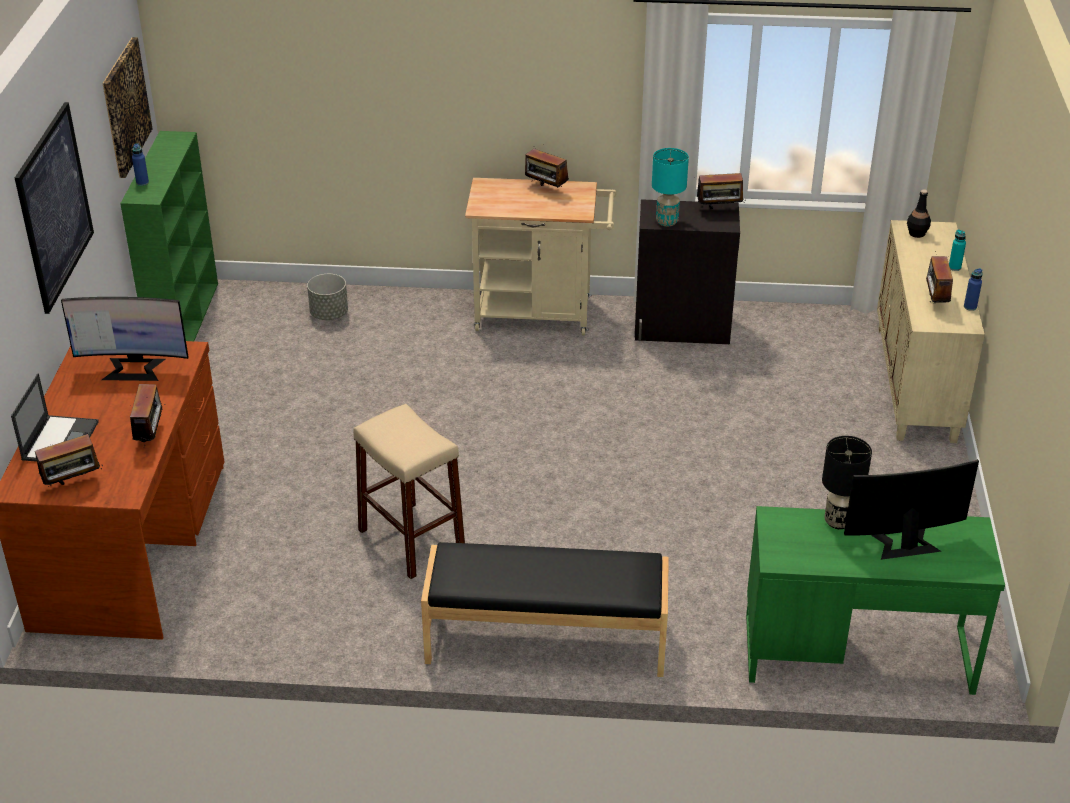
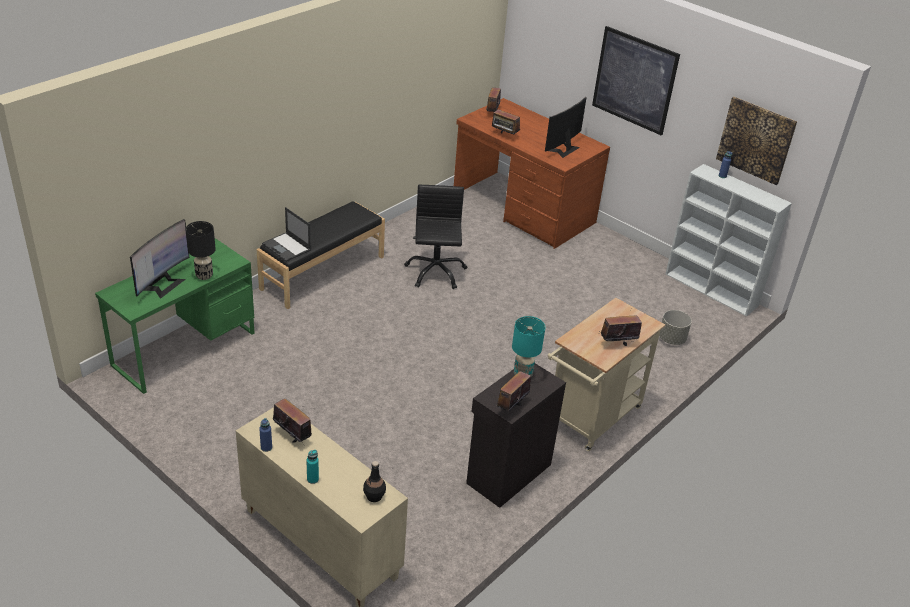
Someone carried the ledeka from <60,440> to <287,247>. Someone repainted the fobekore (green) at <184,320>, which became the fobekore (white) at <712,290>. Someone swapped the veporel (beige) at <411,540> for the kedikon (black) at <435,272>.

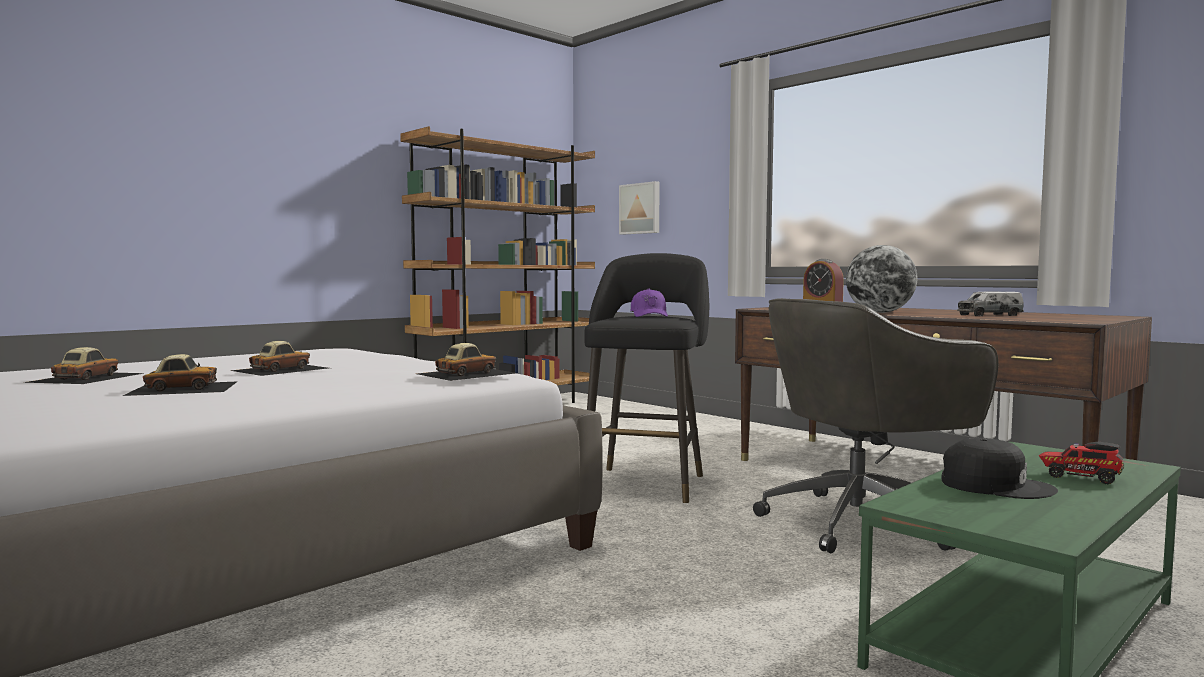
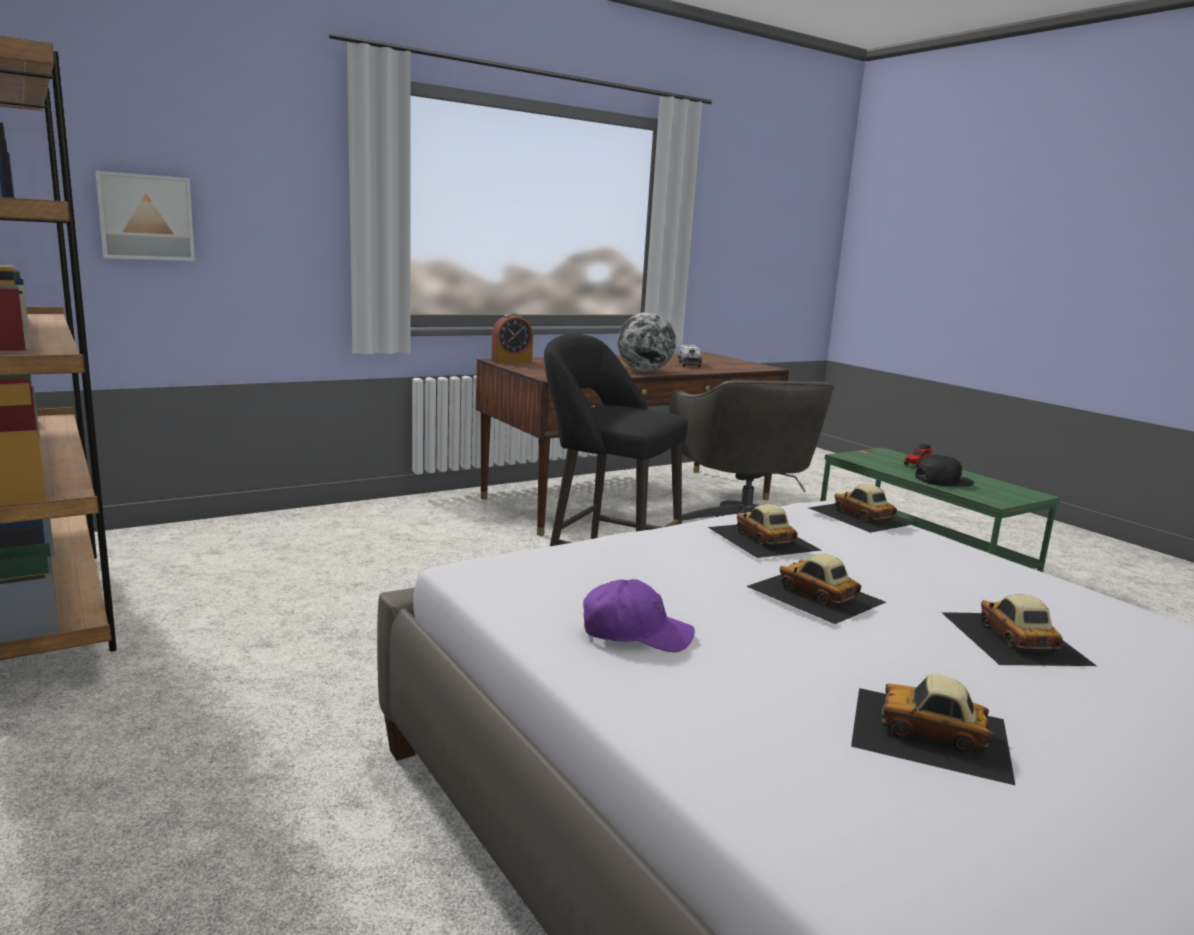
Someone carried the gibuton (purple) from <649,315> to <635,633>. Someone rotated the gibuton (black) at <995,485> by 45 degrees clockwise. Someone put down the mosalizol at <763,538>.

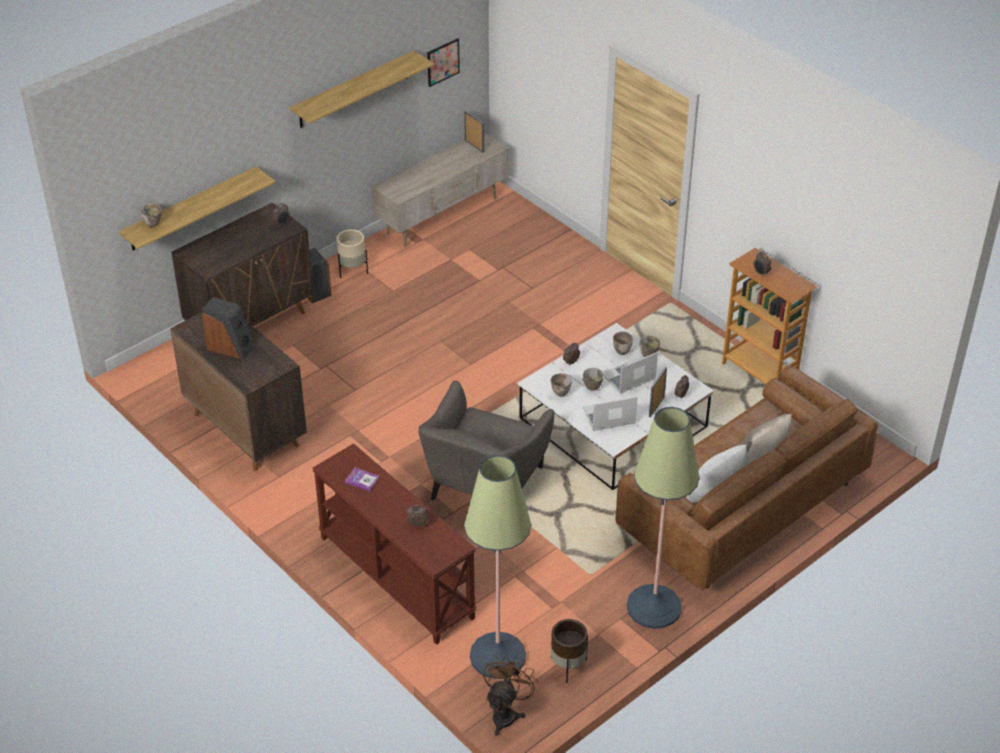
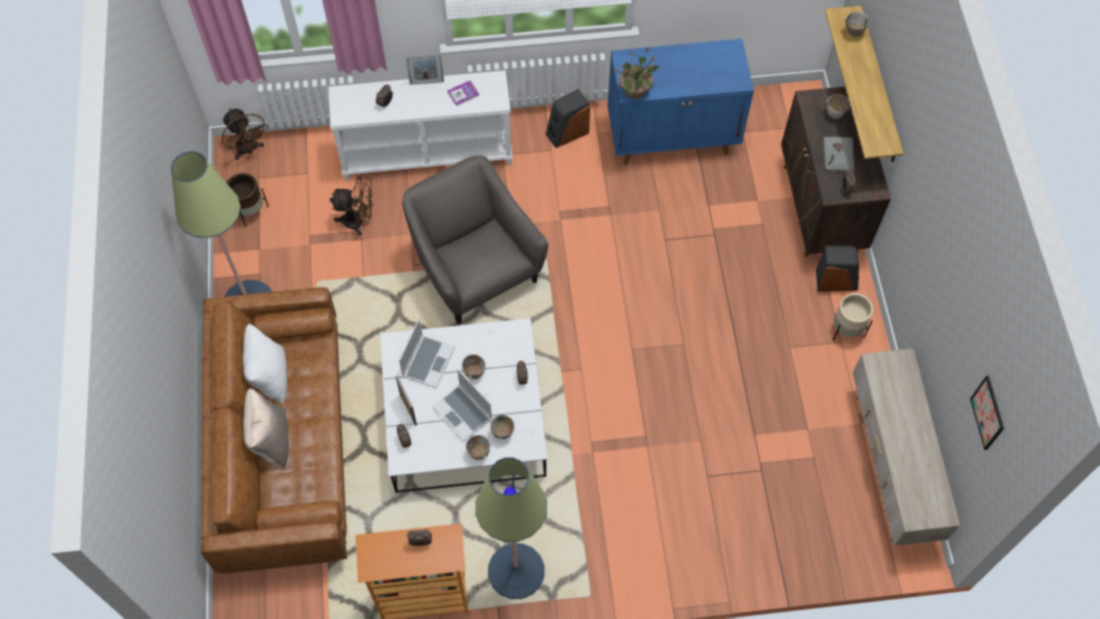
Someone repainted the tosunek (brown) at <245,429>, which became the tosunek (blue) at <673,137>. Someone carried the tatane from <230,347> to <567,132>. Someone took away the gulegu at <353,90>. Someone repainted the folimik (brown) at <395,577>, which became the folimik (white) at <427,153>. Someone carried the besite from <474,146> to <426,82>. Someone carried the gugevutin from <497,656> to <516,571>. Someone carried the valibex from <561,393> to <835,115>. Someone rotated the ledeka at <628,378> by 135 degrees clockwise. Someone put down the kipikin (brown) at <359,221>. Someone put down the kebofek at <635,90>. Someone put down the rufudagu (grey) at <838,156>.

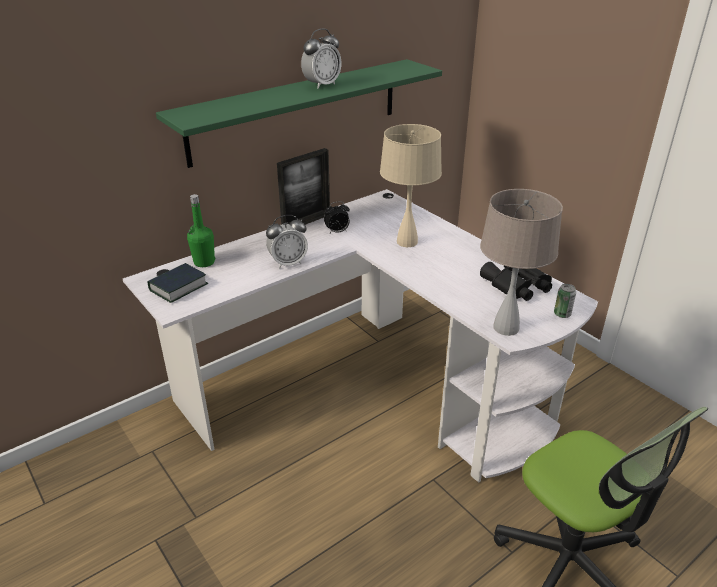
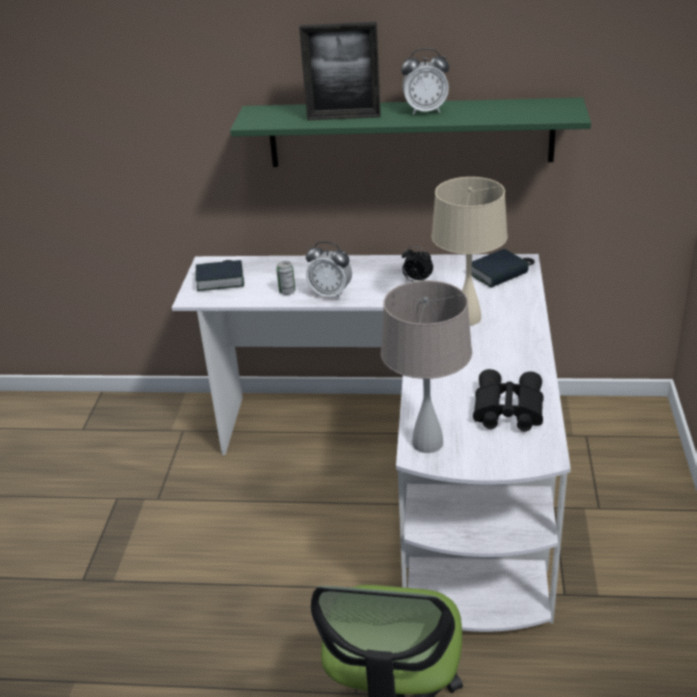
Someone took away the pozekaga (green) at <204,262>. Someone carried the besite from <306,222> to <343,117>. Someone carried the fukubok from <562,314> to <287,291>. Someone put down the rufudagu at <498,273>.

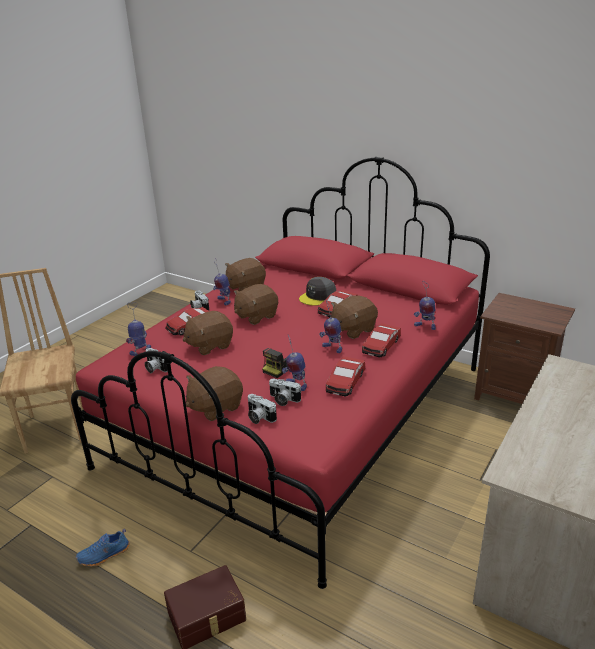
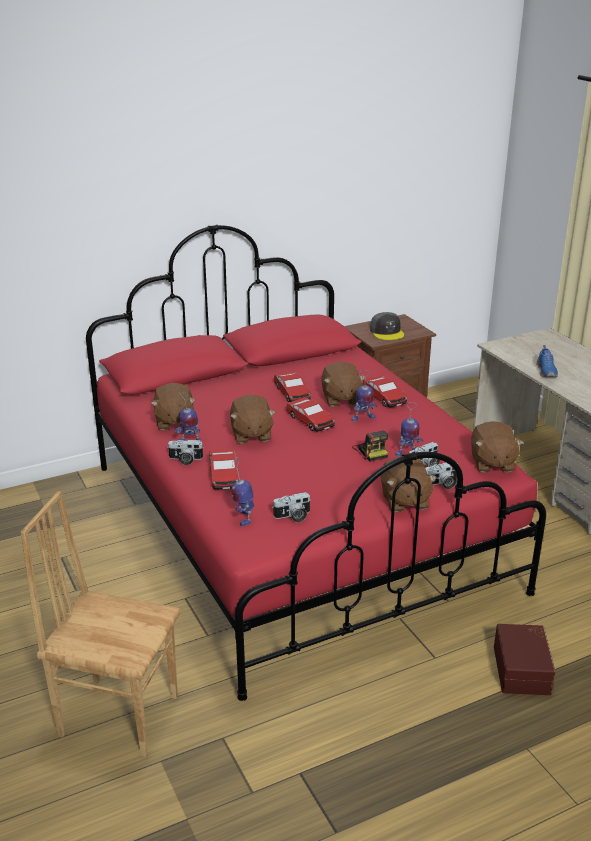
Someone carried the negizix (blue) from <104,555> to <547,371>. Someone carried the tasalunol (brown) from <209,345> to <492,463>. Someone carried the gibuton (grey) from <318,297> to <387,332>. Someone carried the mosalizol from <345,382> to <310,420>. Someone took away the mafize at <424,326>.

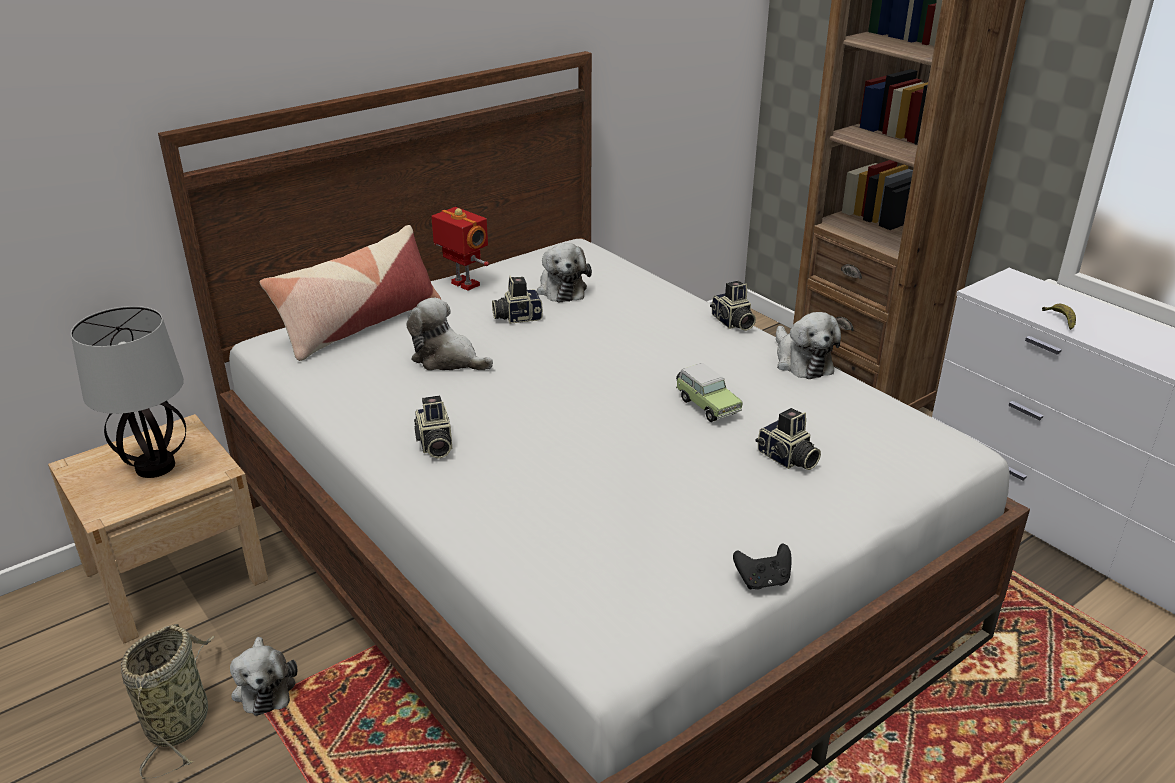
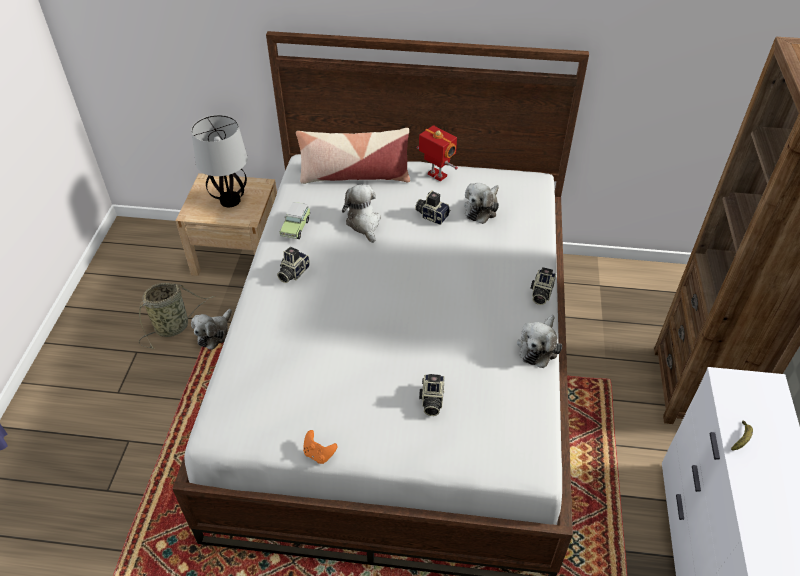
Someone rotated the mafize at <463,285> by 45 degrees counterclockwise. Someone carried the mosalizol from <706,405> to <296,227>. Someone repainted the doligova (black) at <763,581>, which became the doligova (orange) at <319,454>.

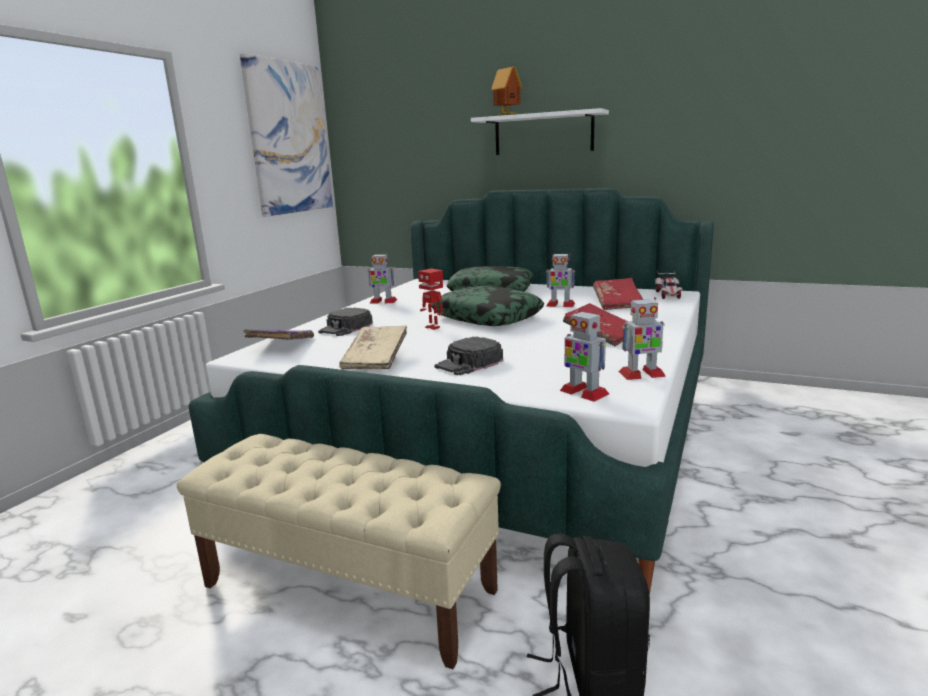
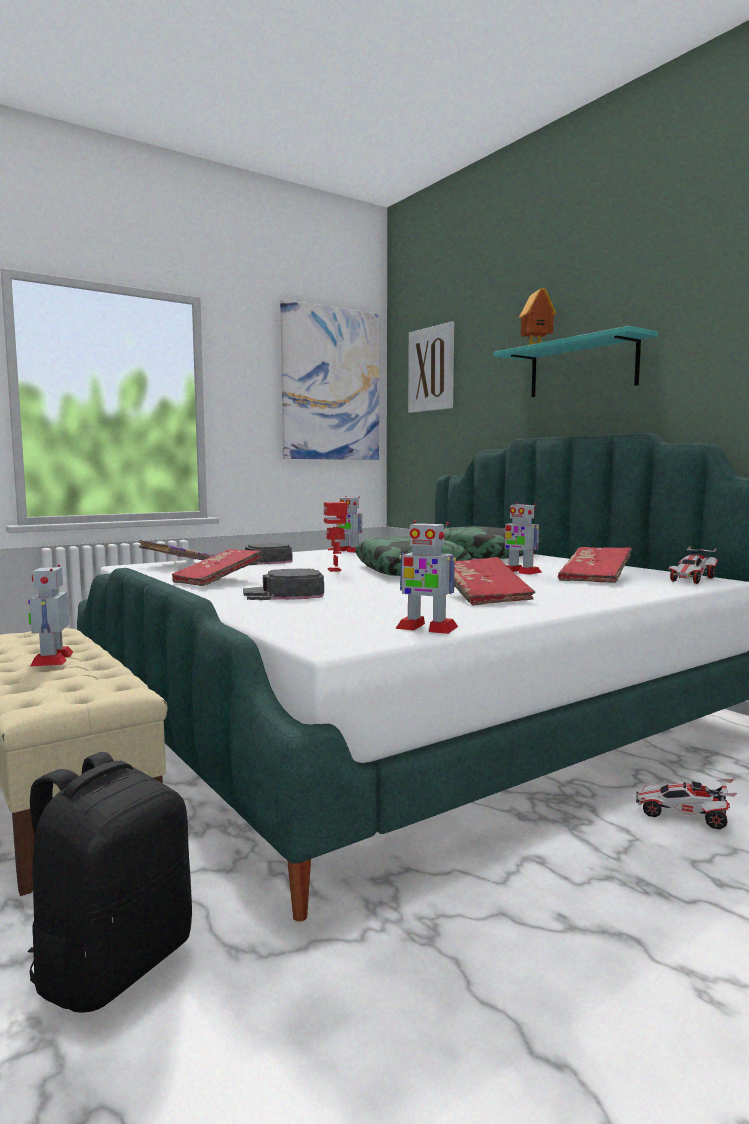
Someone repainted the rufudagu (beige) at <376,359>, which became the rufudagu (red) at <217,581>. Someone repainted the gulegu (white) at <543,134>, which became the gulegu (turquoise) at <582,368>. Someone carried the mafize from <583,392> to <52,659>. Someone put up the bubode at <431,369>. Someone put down the mosalizol at <683,816>.

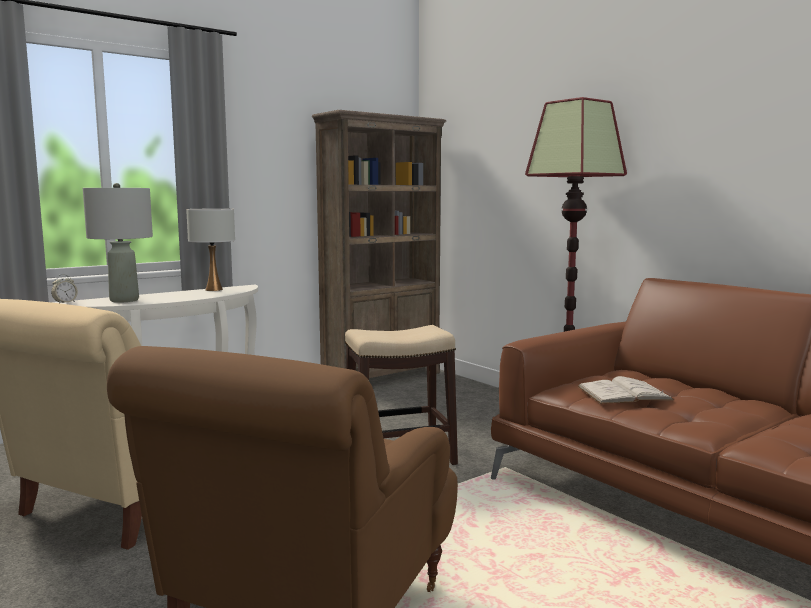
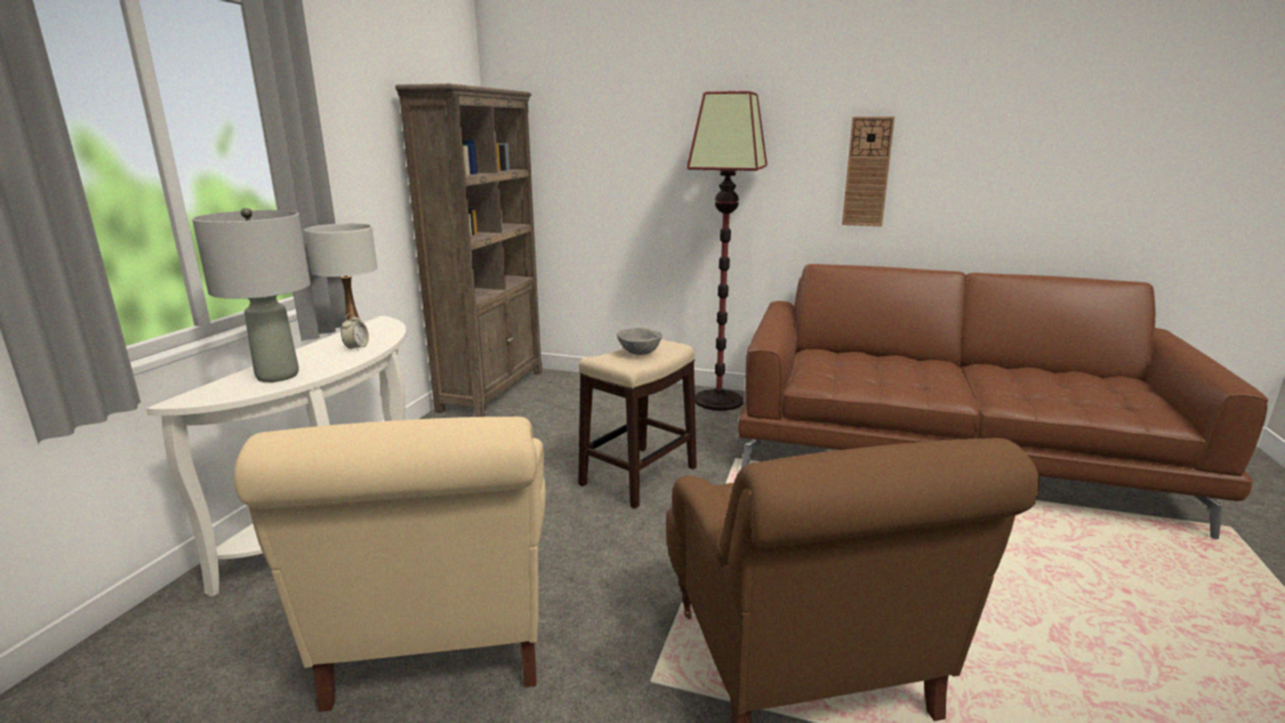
Someone carried the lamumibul from <65,303> to <357,348>. Someone took away the rufudagu (white) at <624,393>. Someone put down the valibex (grey) at <639,353>. Someone put up the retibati at <867,172>.

